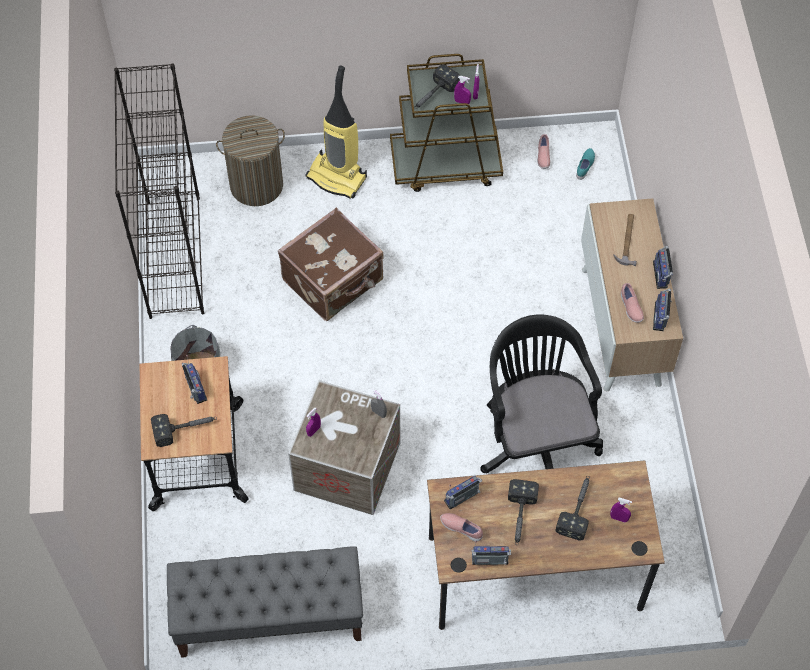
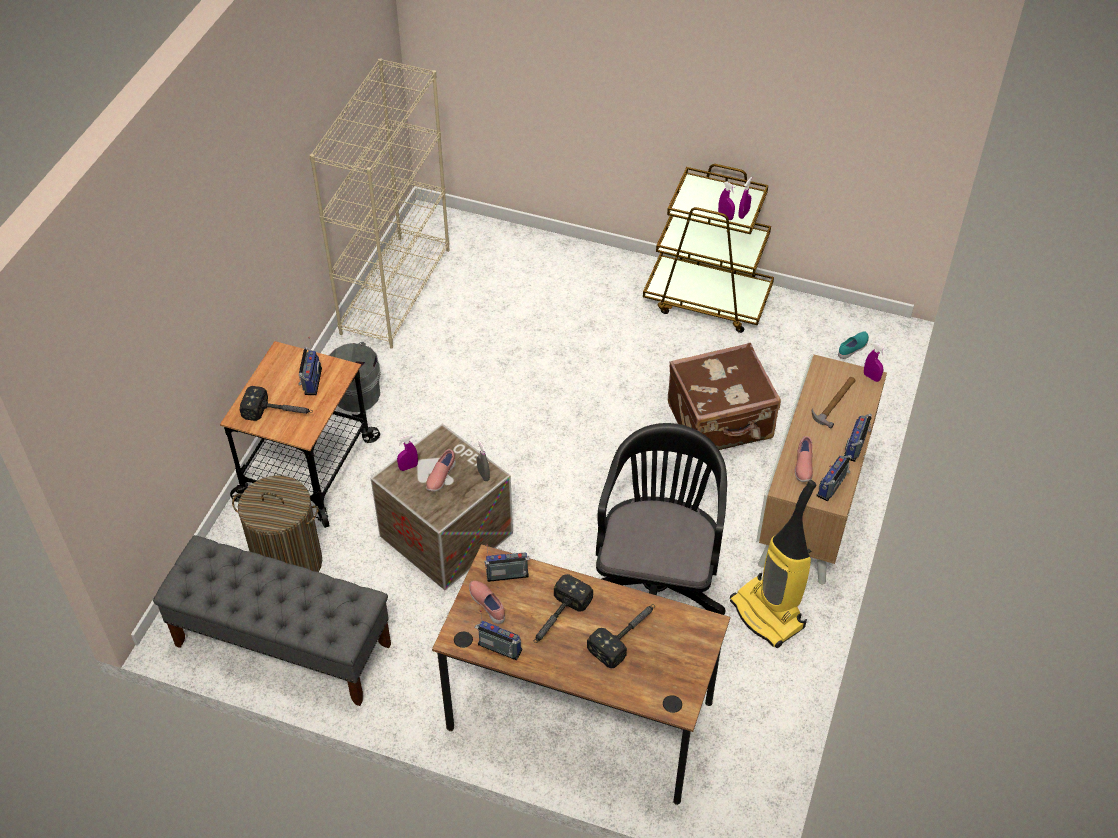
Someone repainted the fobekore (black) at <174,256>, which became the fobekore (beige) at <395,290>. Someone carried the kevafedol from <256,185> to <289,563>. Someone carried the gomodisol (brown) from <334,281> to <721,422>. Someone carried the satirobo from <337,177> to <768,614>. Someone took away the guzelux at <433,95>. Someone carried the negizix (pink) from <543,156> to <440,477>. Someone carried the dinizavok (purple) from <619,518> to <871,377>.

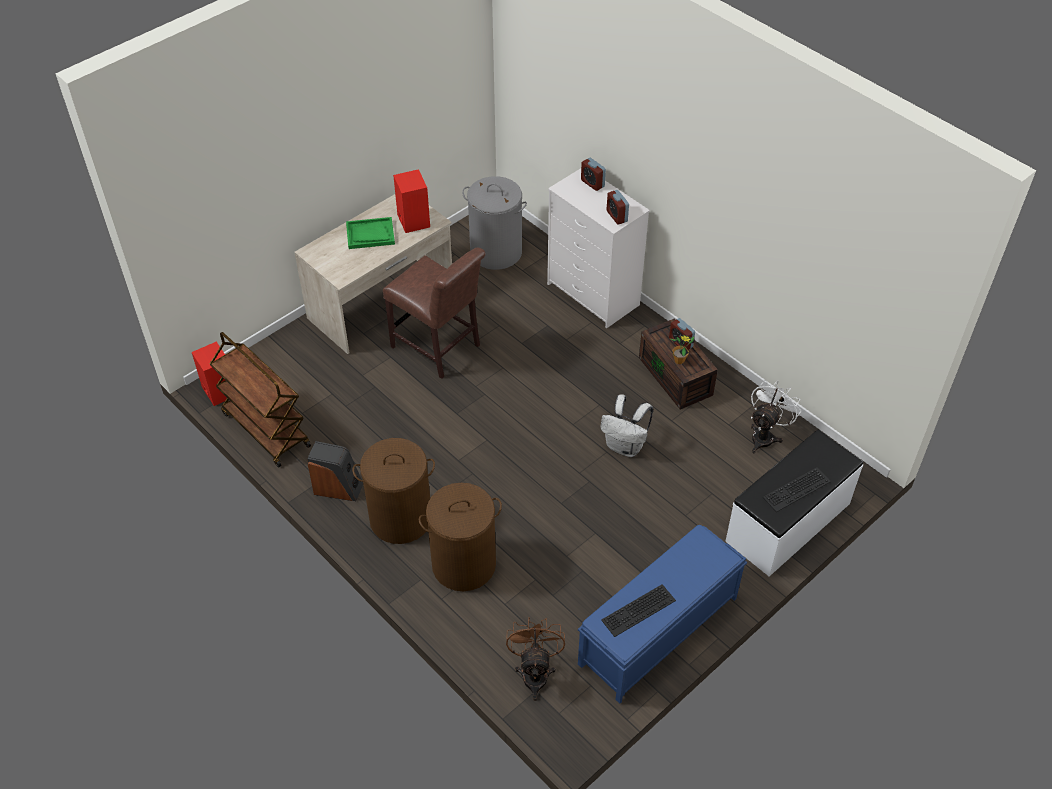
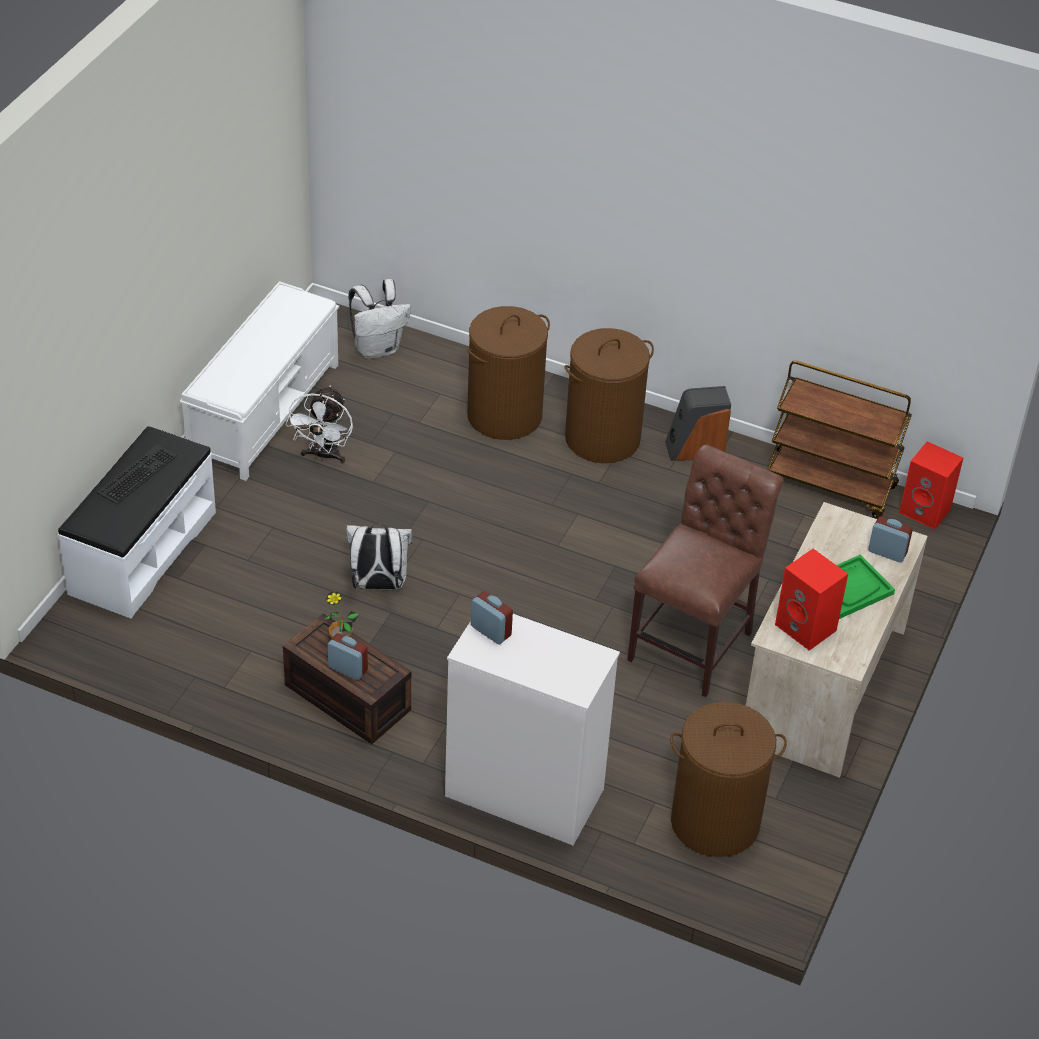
Someone rotated the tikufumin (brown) at <439,349> by 105 degrees clockwise. Someone repainted the kevafedol (grey) at <495,252>, which became the kevafedol (brown) at <715,821>. Someone swapped the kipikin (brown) at <535,673> for the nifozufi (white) at <378,348>. Someone repainted the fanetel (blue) at <657,632>, which became the fanetel (white) at <265,410>. Someone carried the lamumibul from <592,183> to <887,552>. Someone took away the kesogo at <638,612>. Someone carried the kipikin (white) from <765,436> to <323,456>.

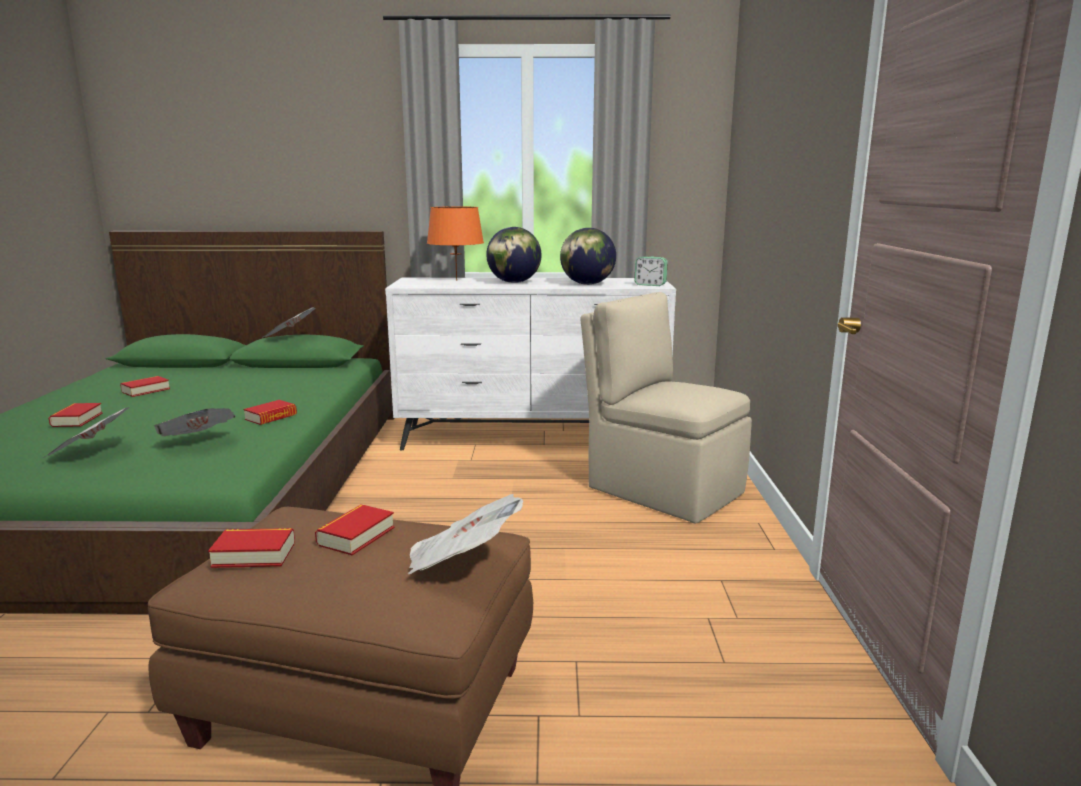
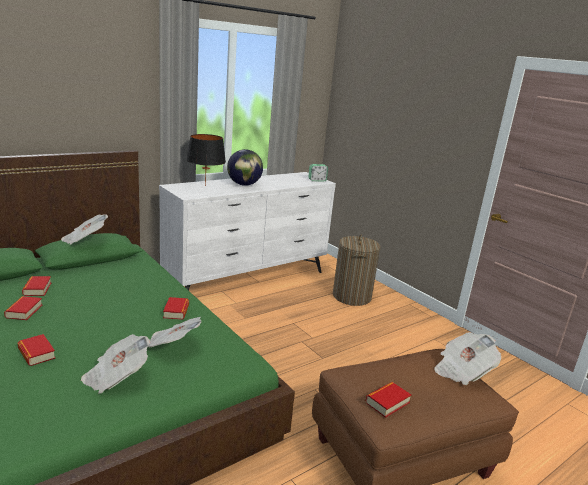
Someone carried the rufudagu from <356,536> to <37,289>. Someone repainted the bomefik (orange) at <456,280>, which became the bomefik (black) at <205,185>. Someone took away the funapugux at <587,284>. Someone swapped the tikufumin (beige) at <662,489> for the kevafedol at <351,296>.

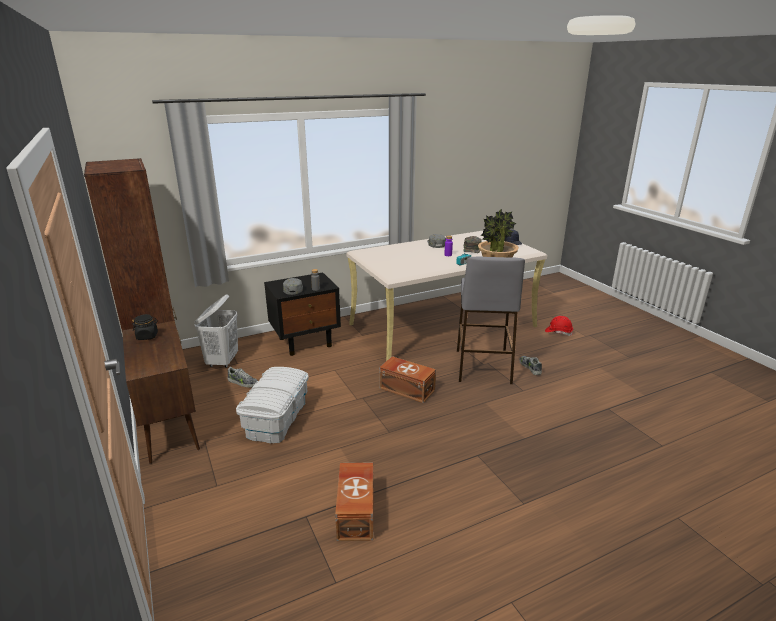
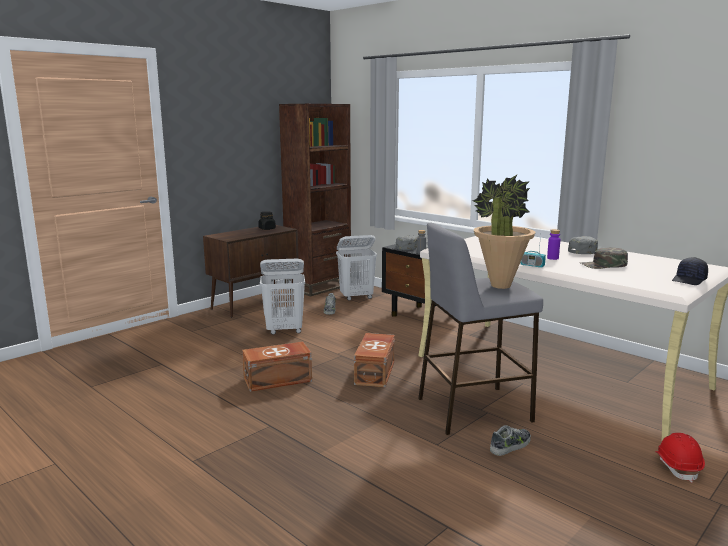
Someone swapped the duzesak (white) at <276,418> for the kevafedol (white) at <285,330>. Someone carried the duzesak (brown) from <357,512> to <279,380>.

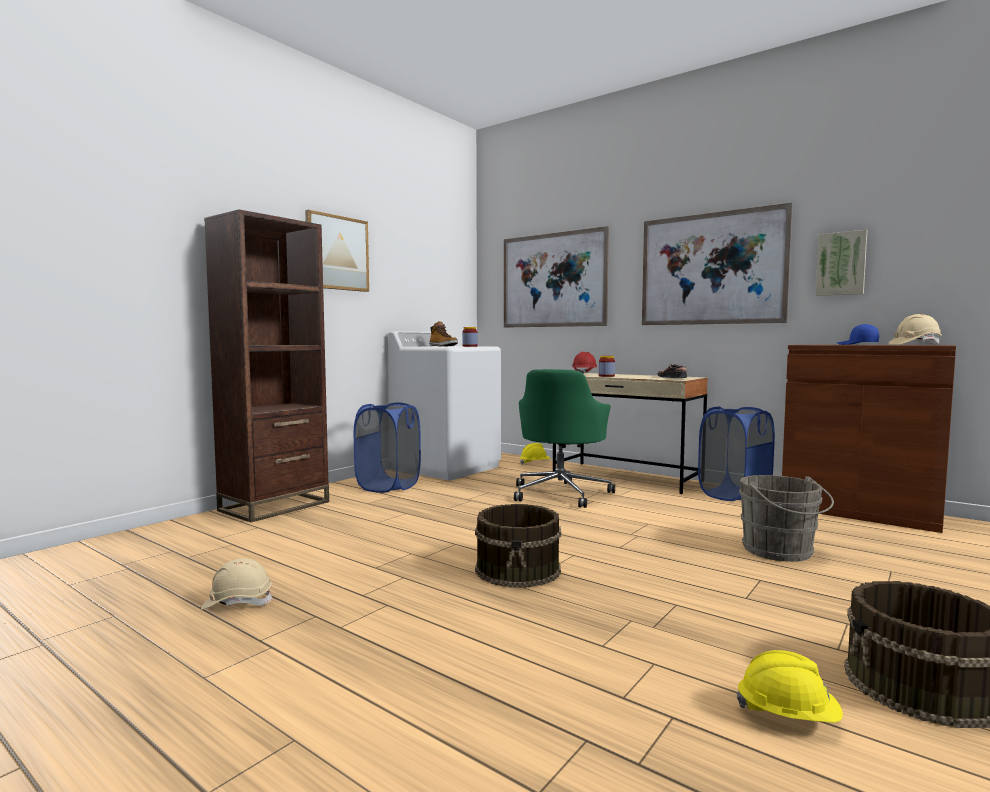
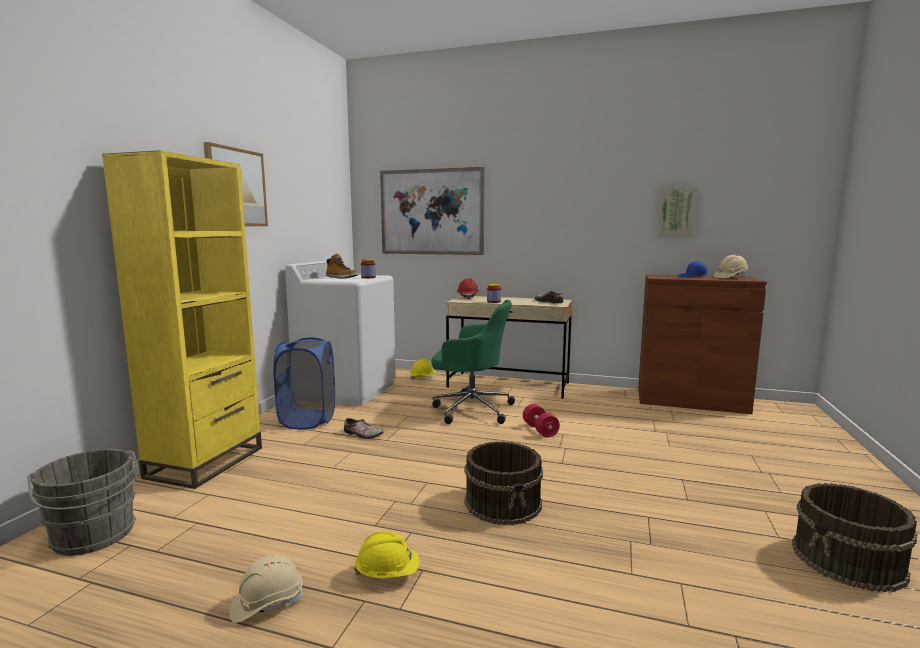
Someone repainted the fobekore (brown) at <275,506>, which became the fobekore (yellow) at <206,462>. Someone rotated the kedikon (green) at <561,493> by 75 degrees counterclockwise. Someone took away the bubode at <711,269>. Someone took away the kevafedol (blue) at <734,495>. Someone carried the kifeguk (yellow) from <788,716> to <387,573>. Someone carried the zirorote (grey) from <780,552> to <94,537>. Someone put down the negizix at <362,434>. Someone put down the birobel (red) at <540,430>.

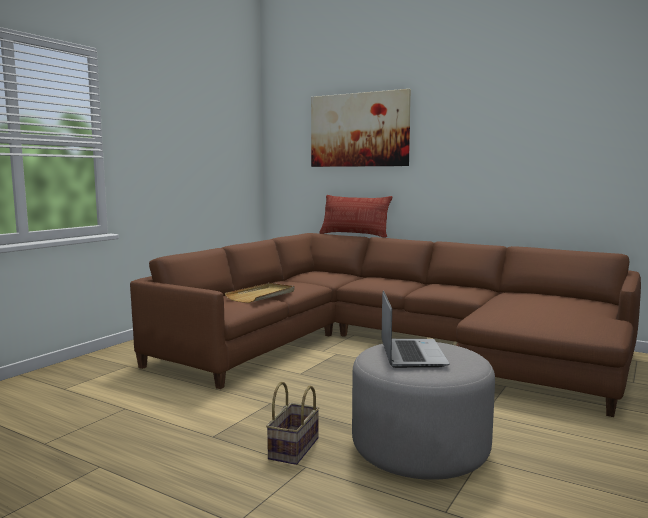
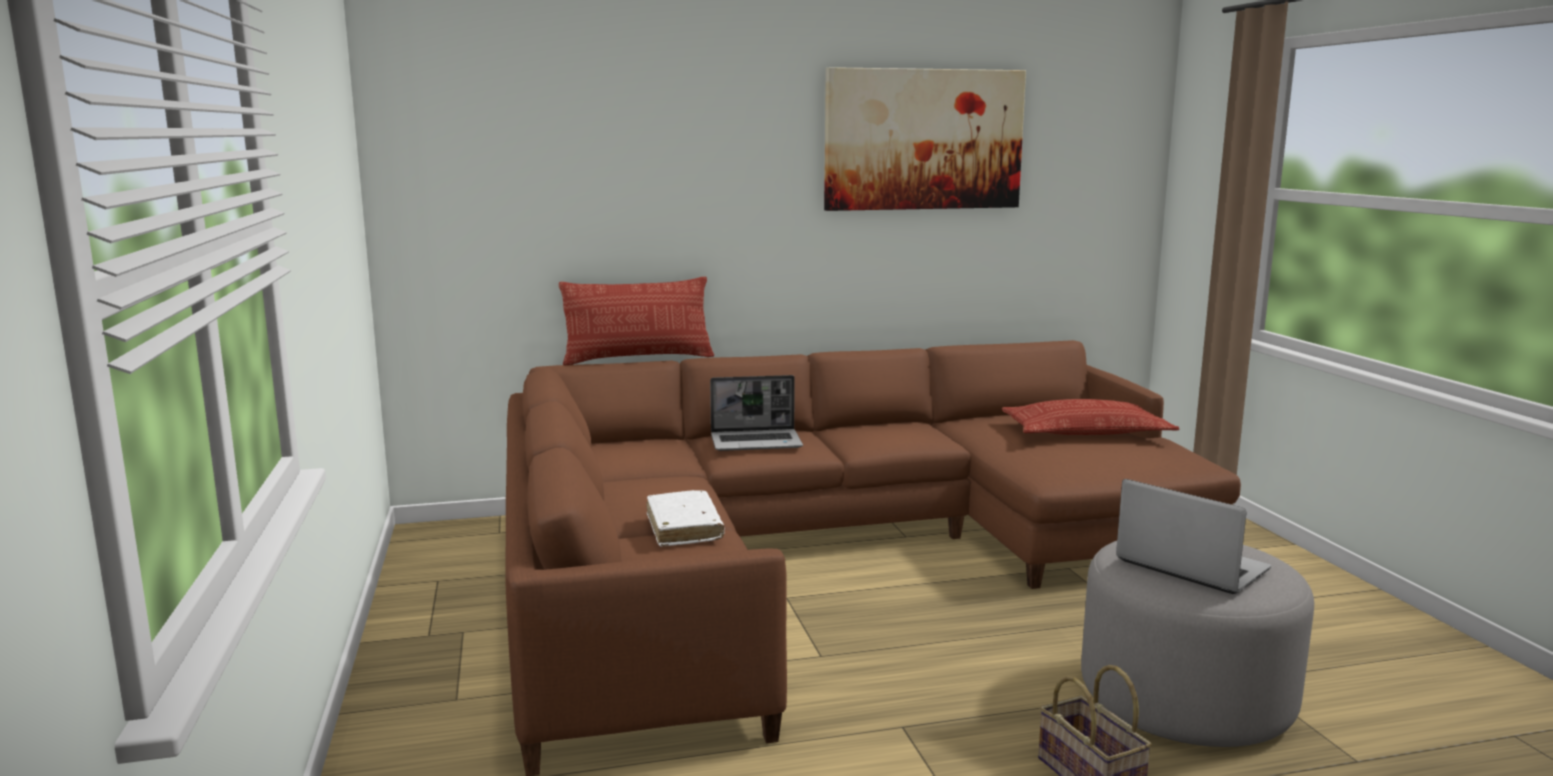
Someone swapped the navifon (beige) at <262,295> for the rufudagu (white) at <684,528>. Someone carried the bubode from <359,130> to <924,139>. Someone put down the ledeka at <757,442>. Someone put down the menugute at <1086,431>.

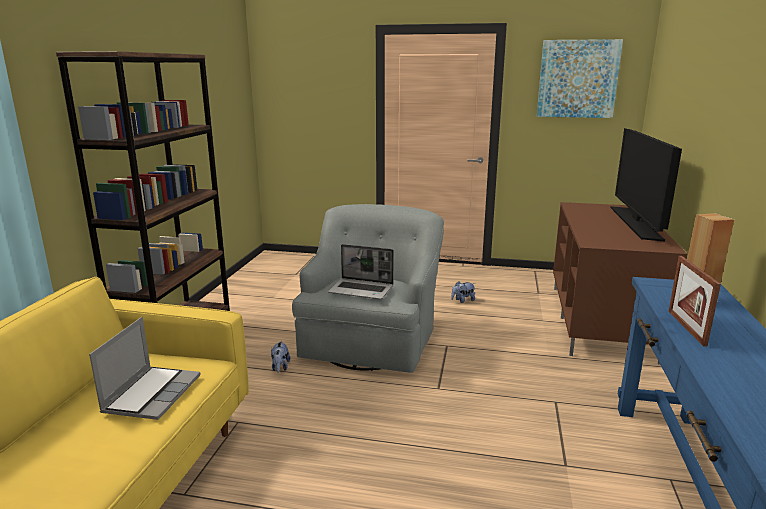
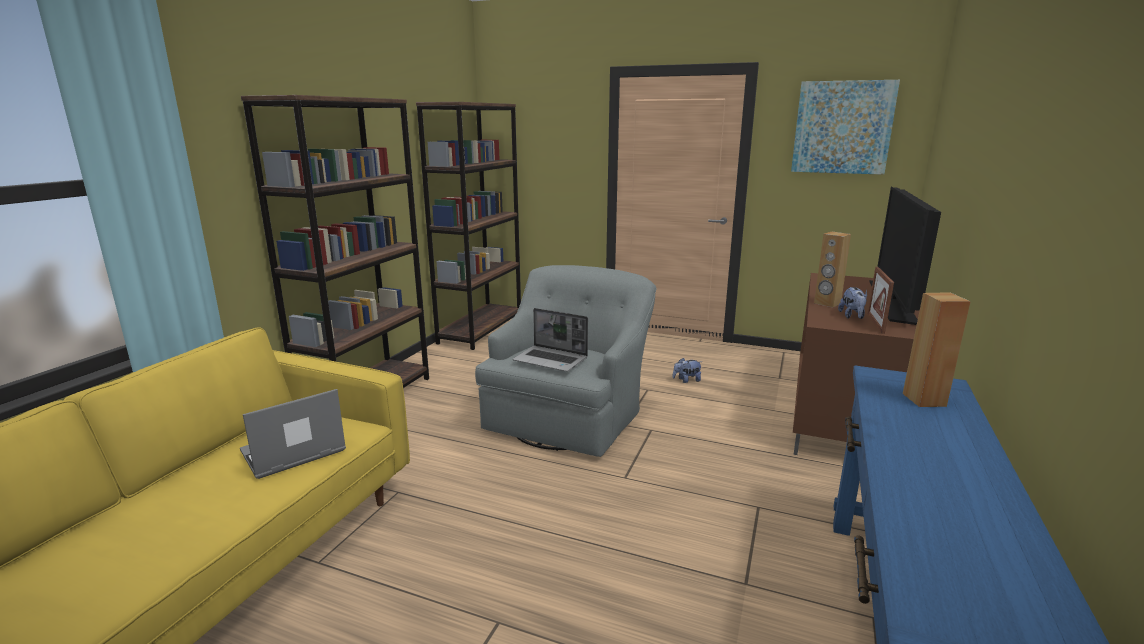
Someone rotated the ledeka at <152,393> by 150 degrees counterclockwise. Someone carried the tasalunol from <280,367> to <852,316>. Someone carried the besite from <686,327> to <875,323>. Someone put down the fobekore (brown) at <481,330>. Someone put down the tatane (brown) at <827,303>.

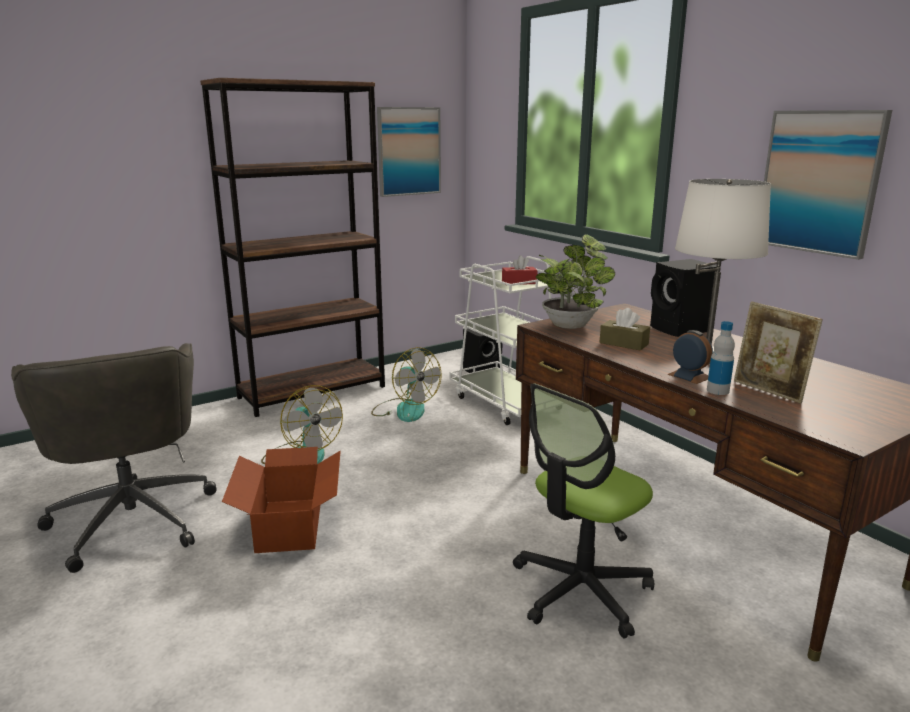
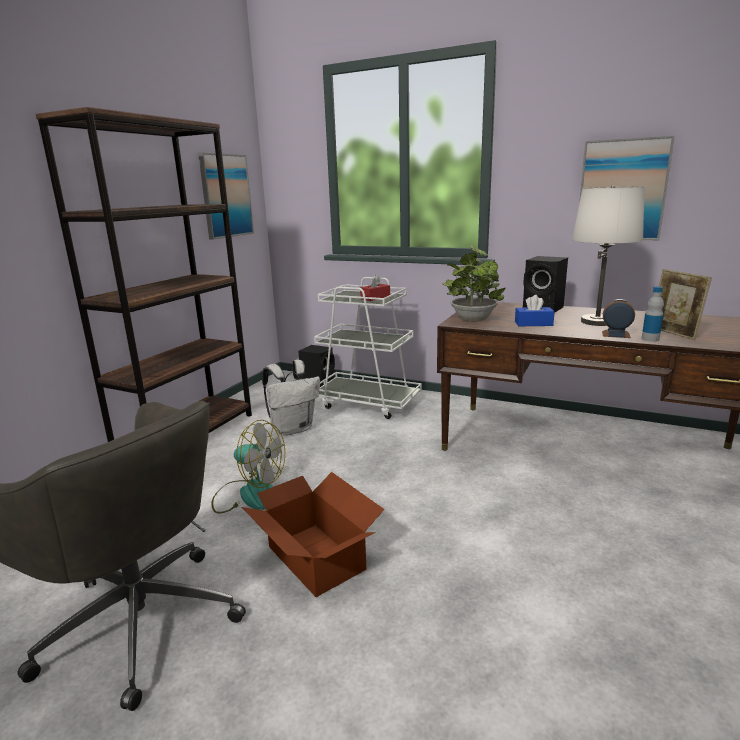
Someone swapped the kipikin at <404,409> for the nifozufi (white) at <293,429>. Someone took away the kedikon at <580,590>. Someone repainted the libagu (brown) at <623,343>, which became the libagu (blue) at <533,324>. Someone rotated the besite at <769,391> by 45 degrees clockwise.

